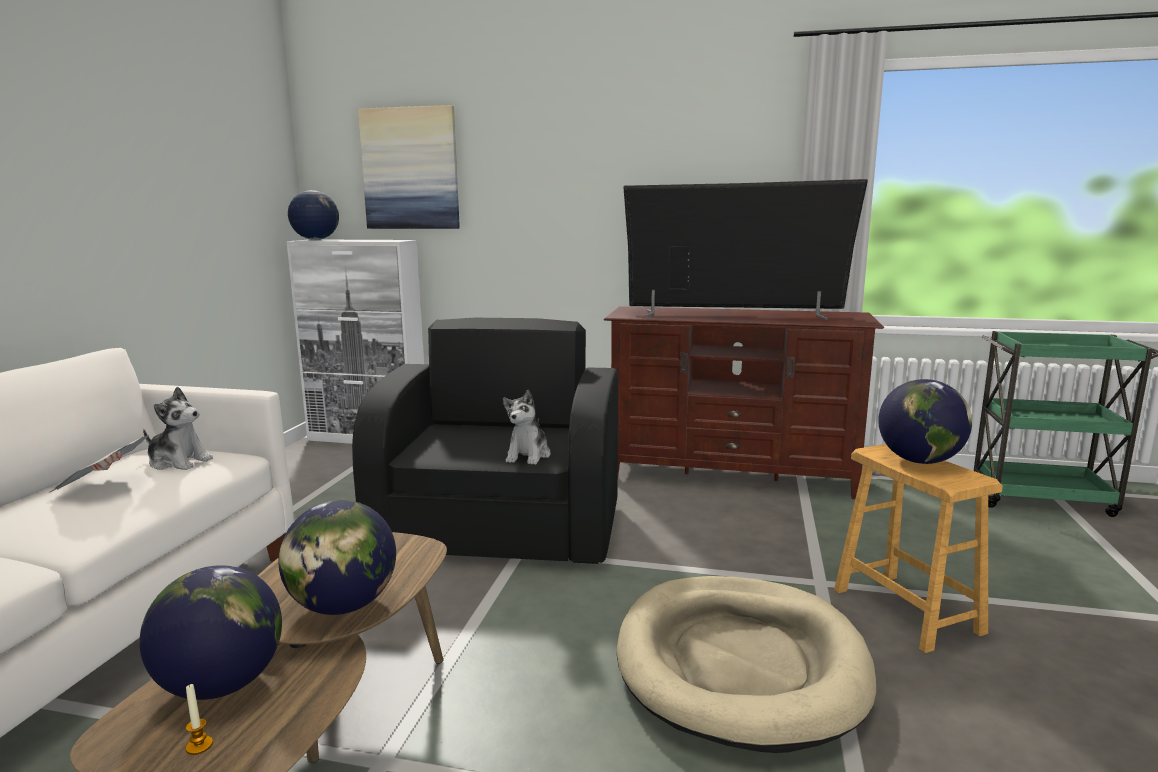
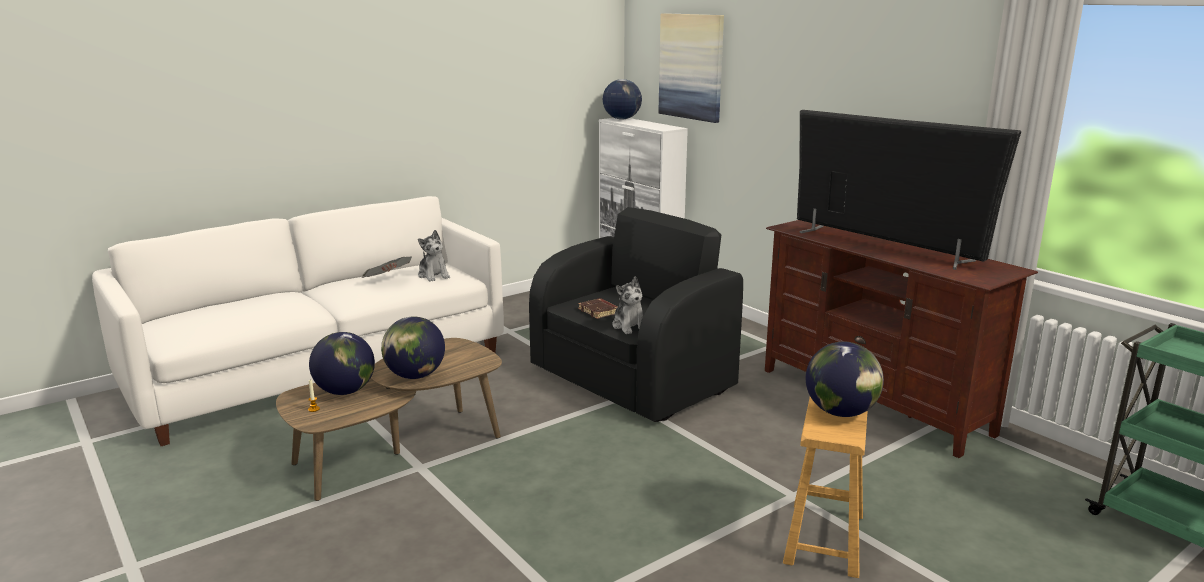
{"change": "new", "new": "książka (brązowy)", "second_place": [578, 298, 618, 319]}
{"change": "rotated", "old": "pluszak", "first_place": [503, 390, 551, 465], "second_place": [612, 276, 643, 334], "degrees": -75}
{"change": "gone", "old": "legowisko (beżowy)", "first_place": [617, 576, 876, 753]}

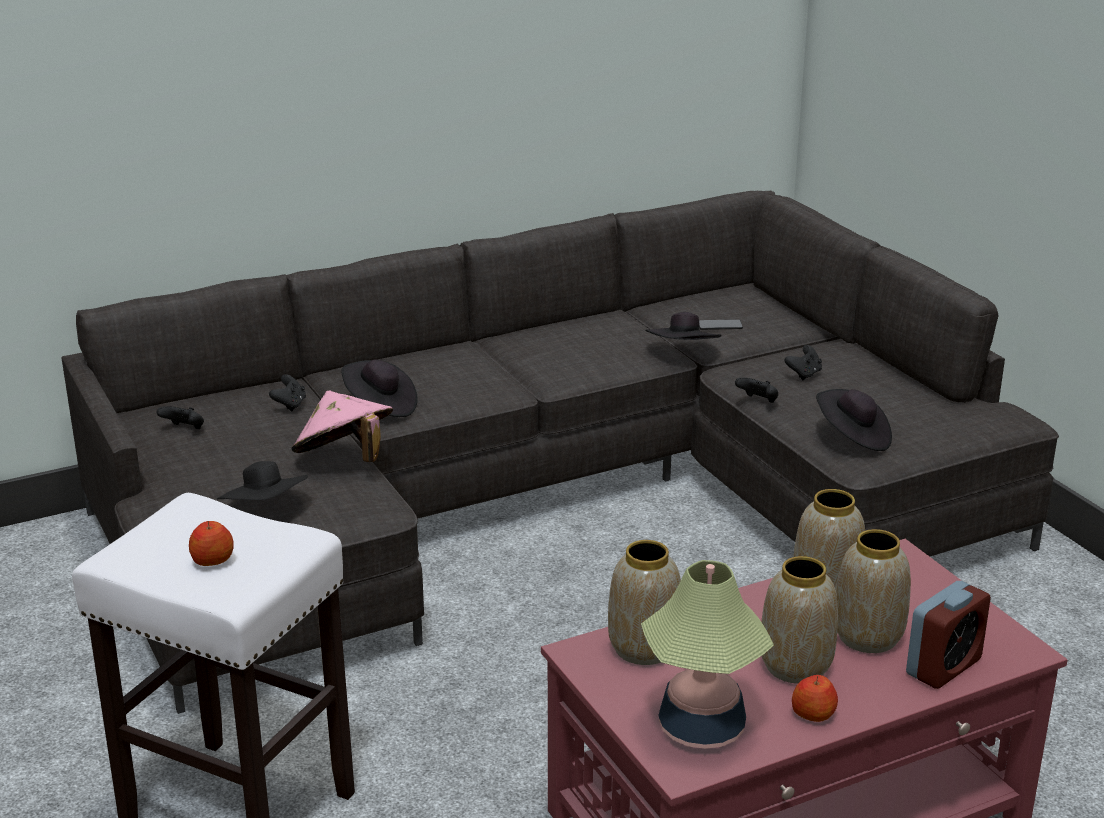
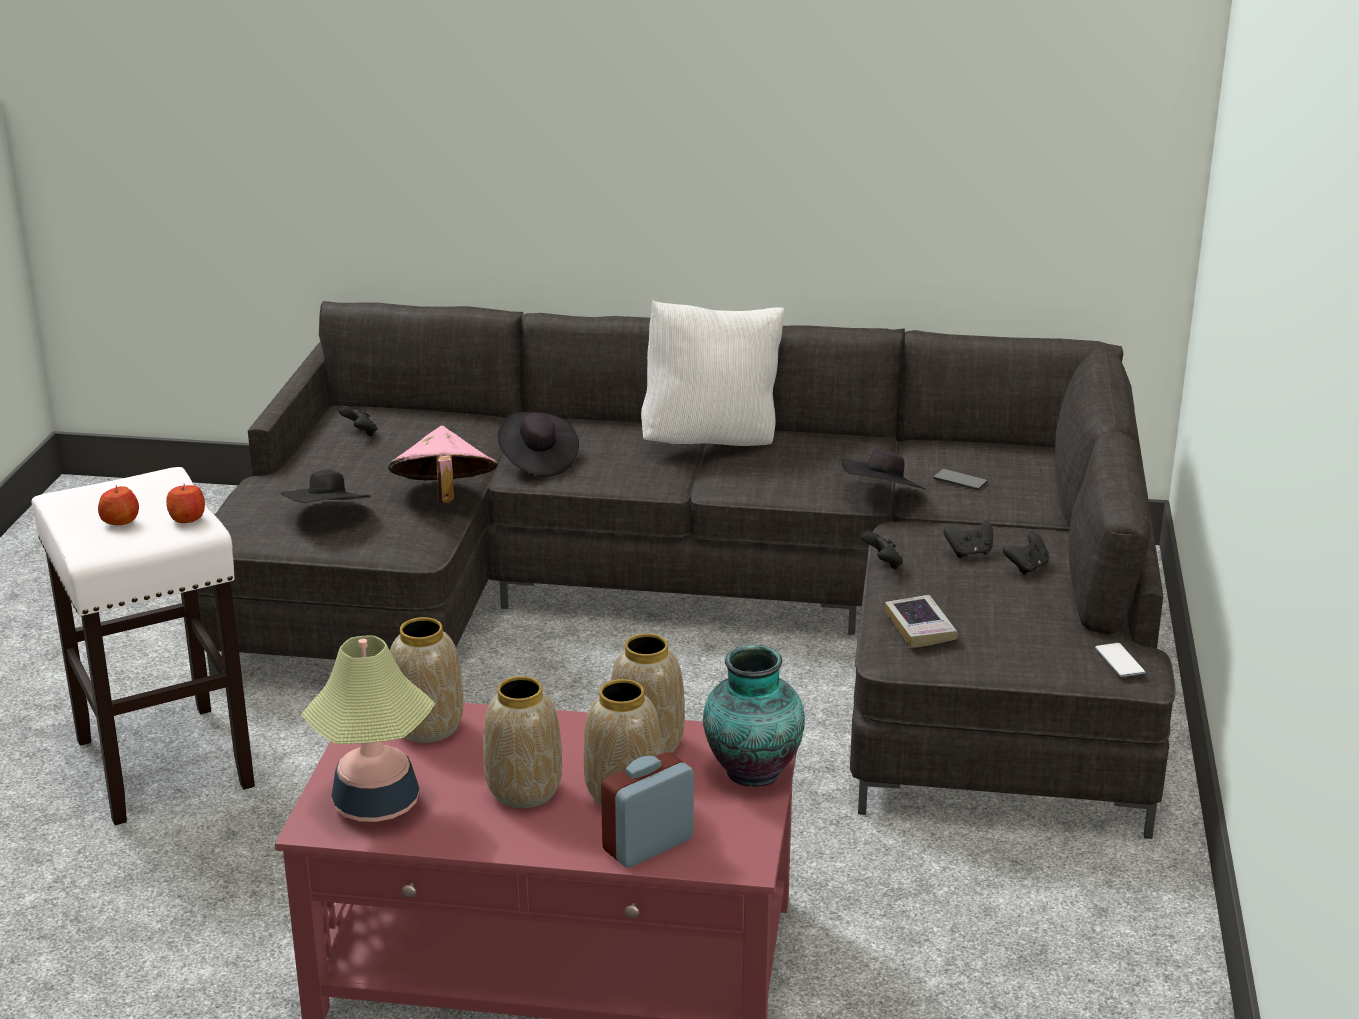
{"change": "shifted", "old": "jabłko", "first_place": [792, 675, 838, 722], "second_place": [166, 484, 205, 523]}
{"change": "rotated", "old": "budzik", "first_place": [906, 581, 991, 689], "second_place": [601, 752, 694, 867], "degrees": 150}
{"change": "new", "new": "poduszka (biały)", "second_place": [641, 301, 784, 446]}
{"change": "new", "new": "wazon", "second_place": [703, 645, 805, 787]}
{"change": "swapped", "old": "kapelusz (czarny)", "new": "książka", "first_place": [816, 389, 892, 451], "second_place": [885, 595, 957, 648]}
{"change": "shifted", "old": "pad do gier (czarny)", "first_place": [269, 374, 306, 411], "second_place": [1003, 532, 1049, 575]}
{"change": "new", "new": "telefon", "second_place": [1095, 643, 1146, 677]}

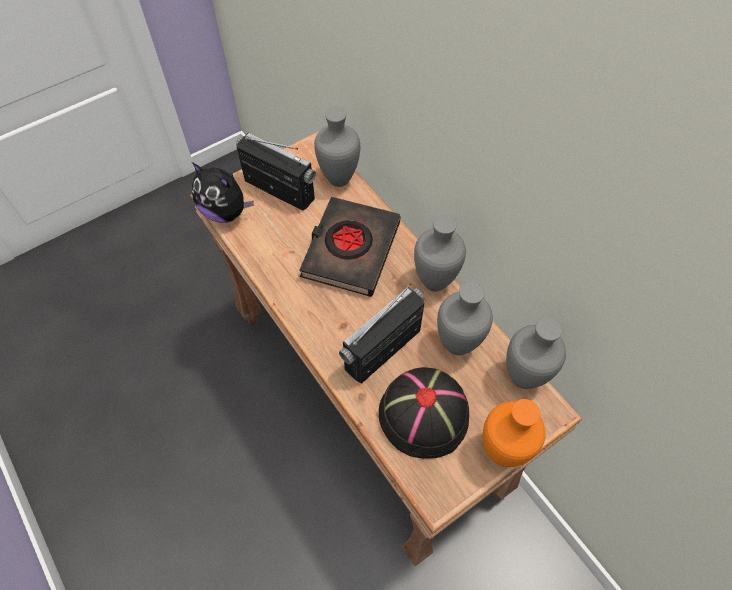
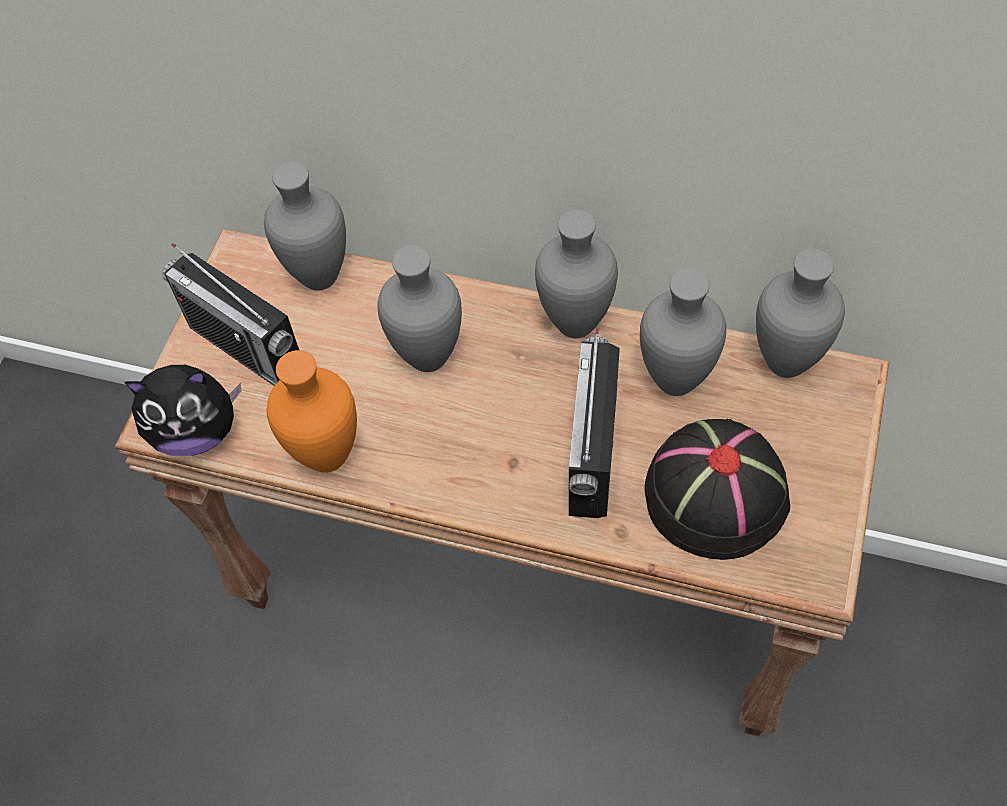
{"change": "rotated", "old": "radio", "first_place": [236, 133, 316, 211], "second_place": [162, 243, 299, 386], "degrees": -135}
{"change": "shifted", "old": "wazon (pomarańczowy)", "first_place": [483, 399, 546, 467], "second_place": [266, 350, 357, 473]}
{"change": "swapped", "old": "książka (czarny)", "new": "wazon (szary)", "first_place": [299, 197, 401, 297], "second_place": [377, 245, 462, 372]}

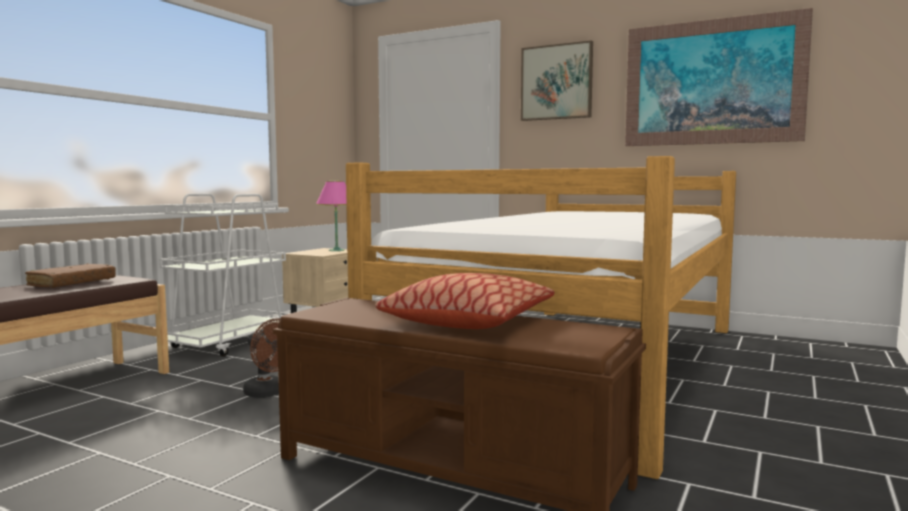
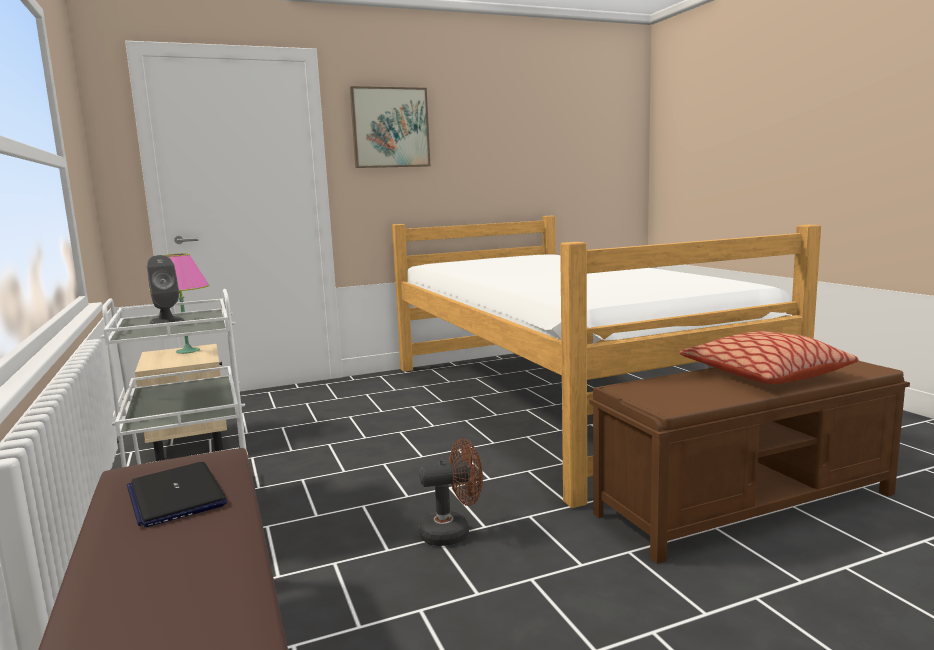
{"change": "swapped", "old": "książka (brązowy)", "new": "laptop", "first_place": [25, 263, 116, 288], "second_place": [127, 462, 228, 527]}
{"change": "new", "new": "głośnik (szary)", "second_place": [147, 255, 184, 324]}
{"change": "gone", "old": "obraz", "first_place": [625, 8, 813, 146]}

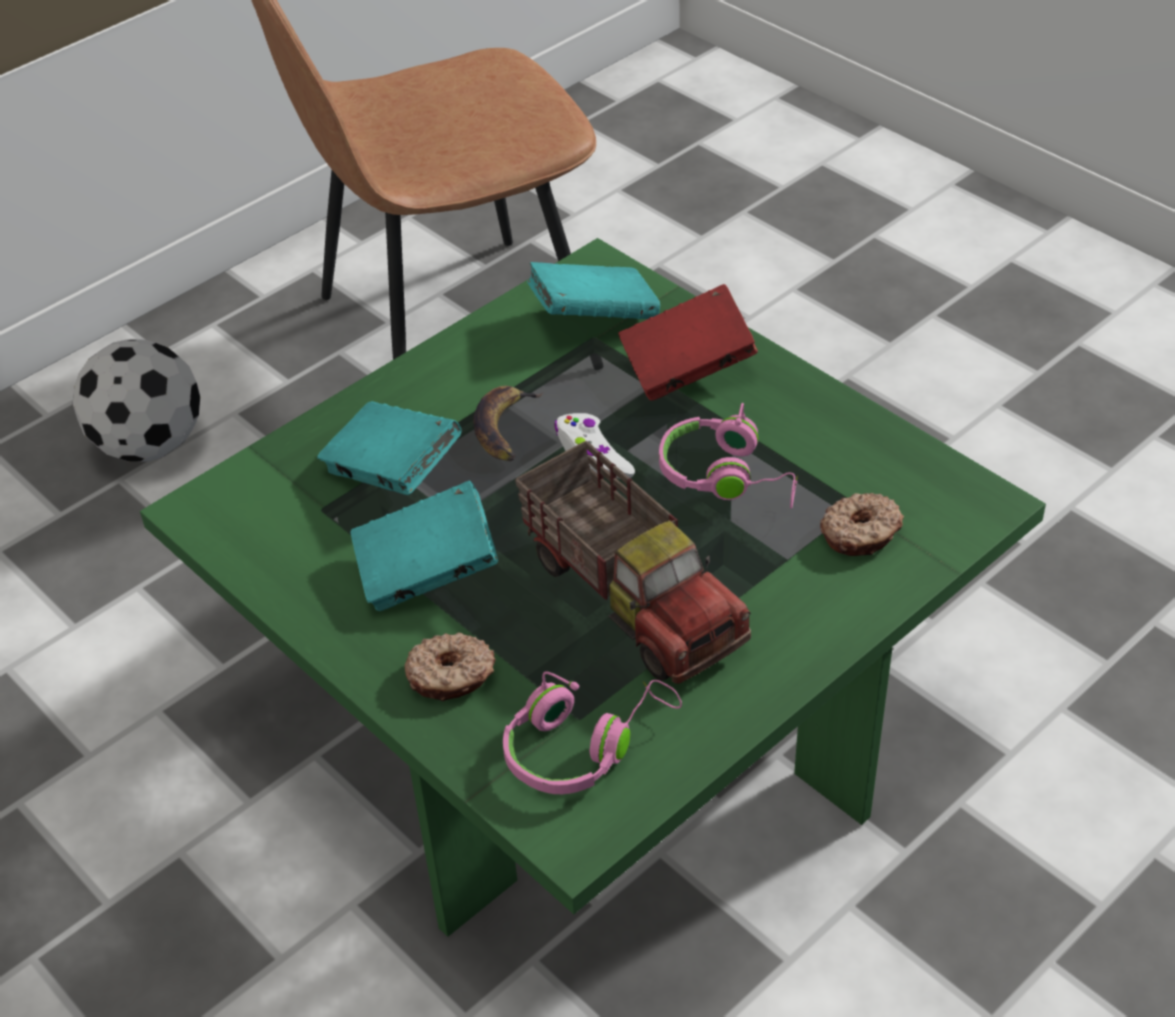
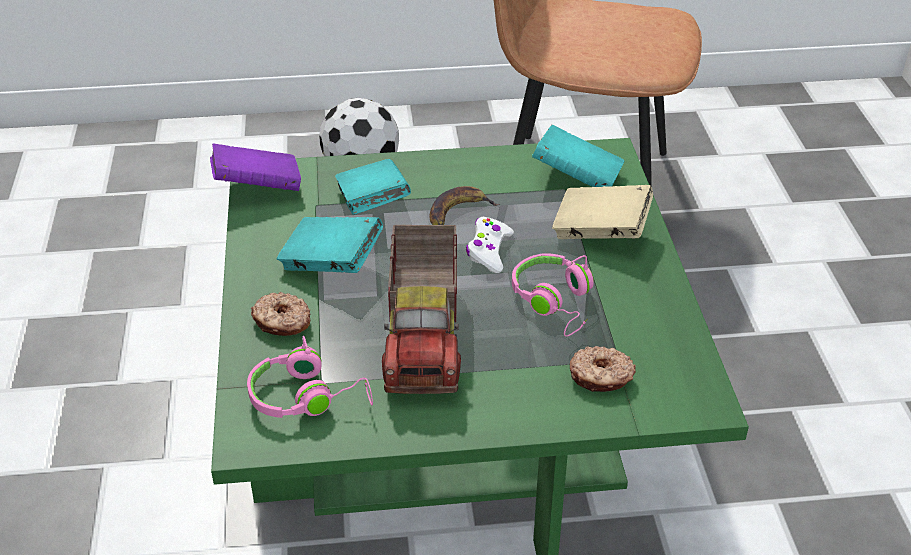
{"change": "new", "new": "książka (fioletowy)", "second_place": [210, 144, 301, 191]}
{"change": "repainted", "old": "książka (czerwony)", "new": "książka (beżowy)", "first_place": [618, 284, 758, 401], "second_place": [552, 185, 653, 239]}

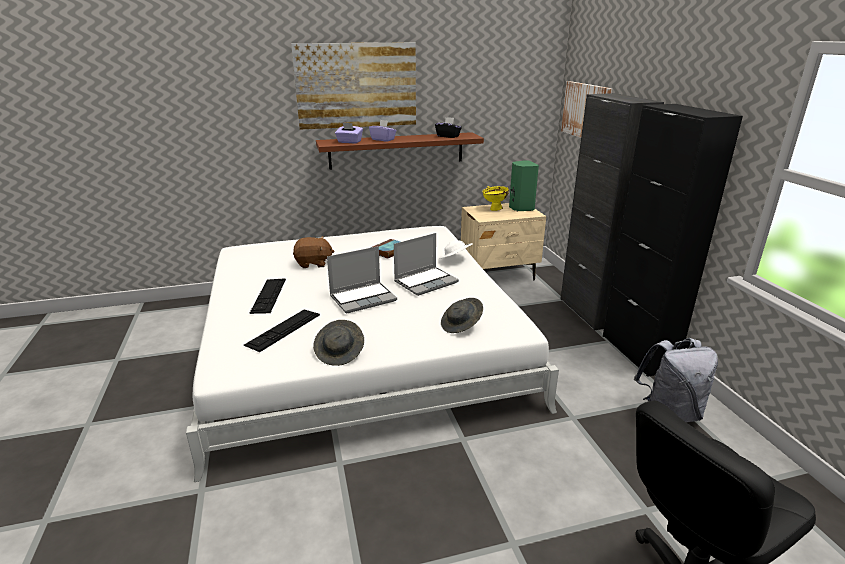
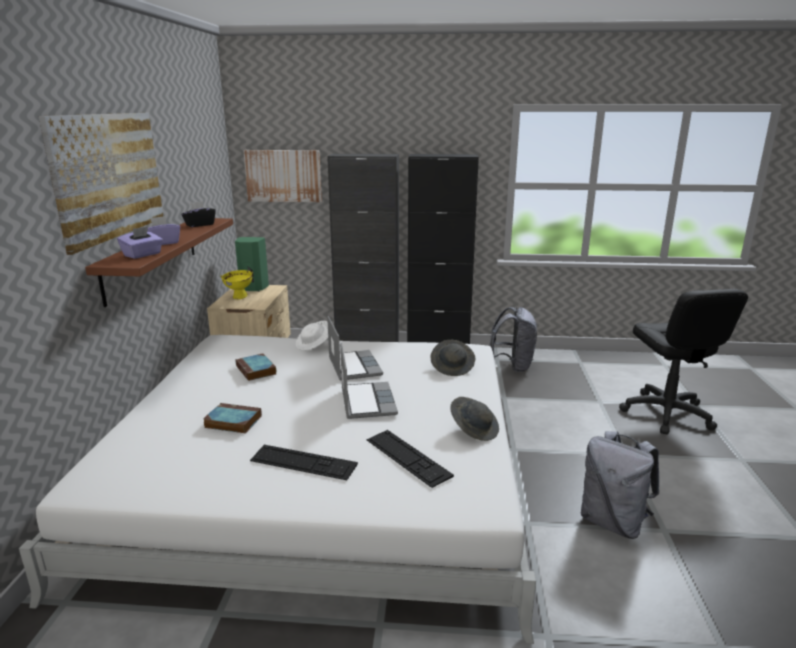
{"change": "swapped", "old": "pluszak (brązowy)", "new": "książka", "first_place": [293, 236, 334, 268], "second_place": [203, 403, 262, 433]}
{"change": "new", "new": "plecak (szary)", "second_place": [581, 431, 659, 539]}

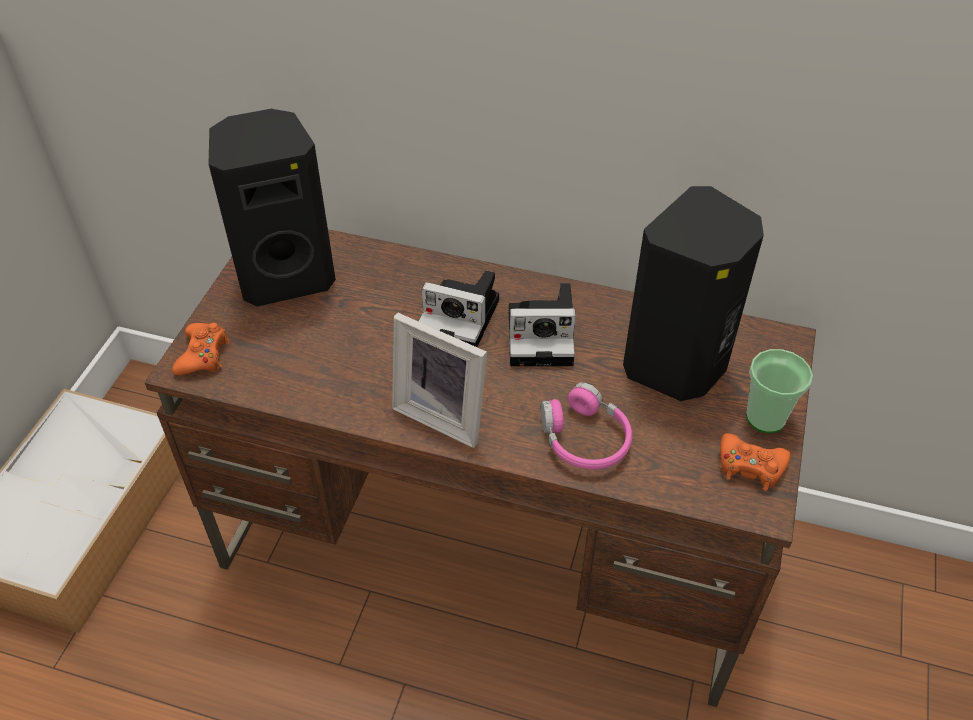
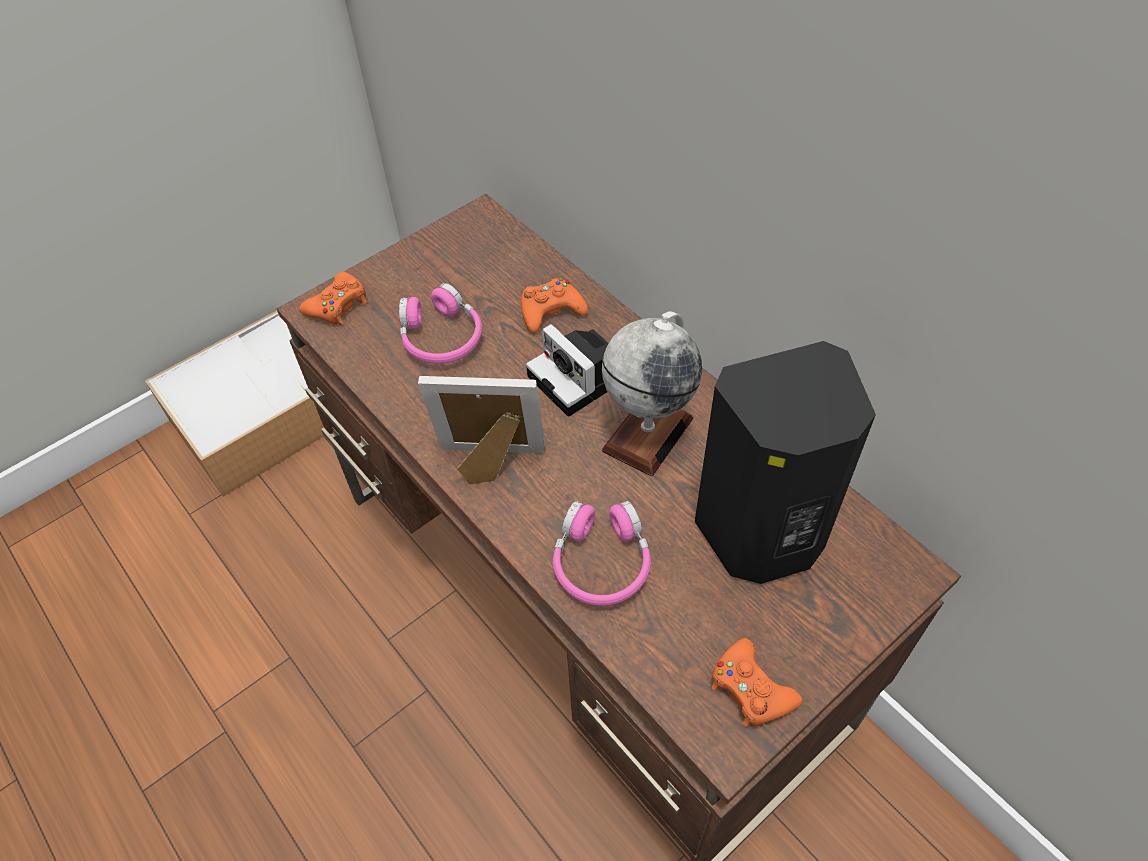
{"change": "new", "new": "słuchawki (różowy)", "second_place": [399, 283, 482, 364]}
{"change": "rotated", "old": "ramka na zdjęcie", "first_place": [392, 313, 487, 448], "second_place": [418, 376, 545, 485], "degrees": 120}
{"change": "new", "new": "pad do gier (pomarańczowy)", "second_place": [521, 278, 588, 333]}
{"change": "swapped", "old": "aparat fotograficzny", "new": "globus", "first_place": [509, 283, 576, 366], "second_place": [602, 311, 702, 476]}
{"change": "gone", "old": "głośnik (czarny)", "first_place": [209, 109, 336, 306]}
{"change": "gone", "old": "filiżanka", "first_place": [746, 349, 813, 433]}

